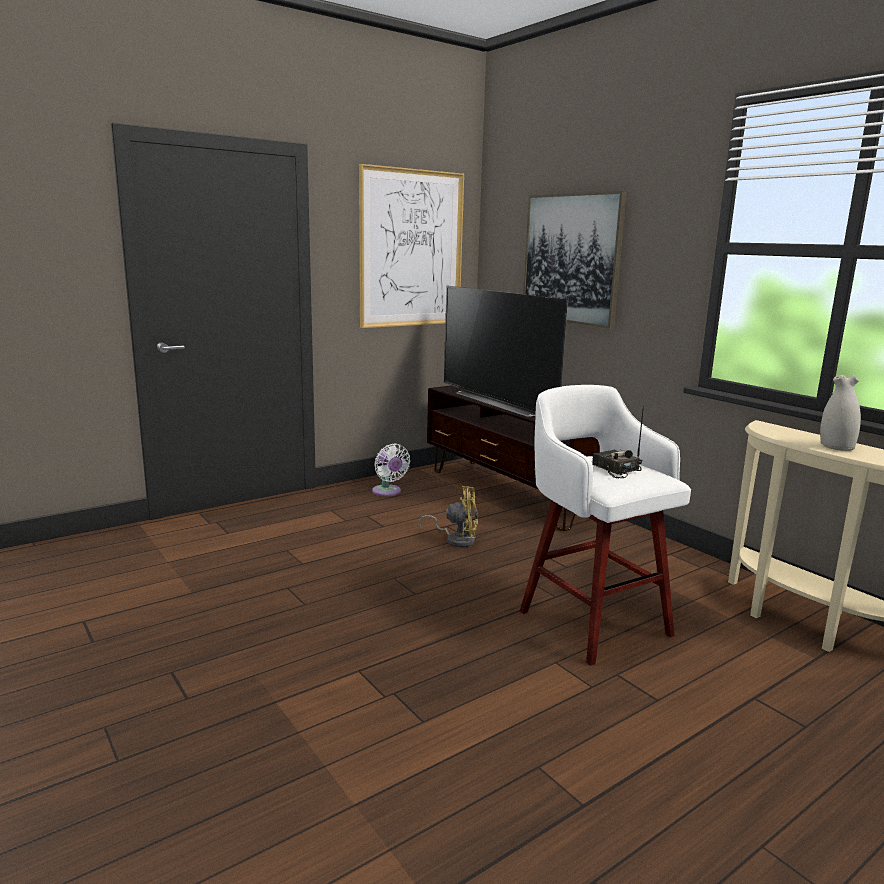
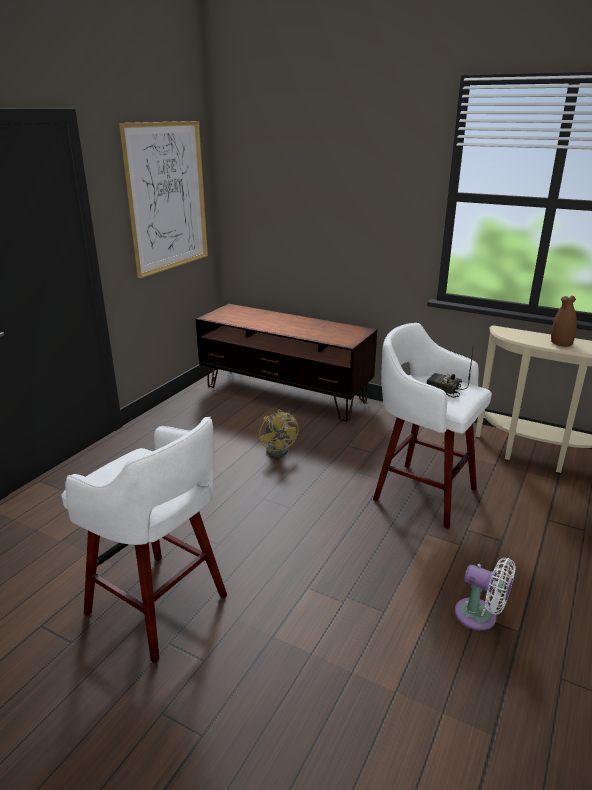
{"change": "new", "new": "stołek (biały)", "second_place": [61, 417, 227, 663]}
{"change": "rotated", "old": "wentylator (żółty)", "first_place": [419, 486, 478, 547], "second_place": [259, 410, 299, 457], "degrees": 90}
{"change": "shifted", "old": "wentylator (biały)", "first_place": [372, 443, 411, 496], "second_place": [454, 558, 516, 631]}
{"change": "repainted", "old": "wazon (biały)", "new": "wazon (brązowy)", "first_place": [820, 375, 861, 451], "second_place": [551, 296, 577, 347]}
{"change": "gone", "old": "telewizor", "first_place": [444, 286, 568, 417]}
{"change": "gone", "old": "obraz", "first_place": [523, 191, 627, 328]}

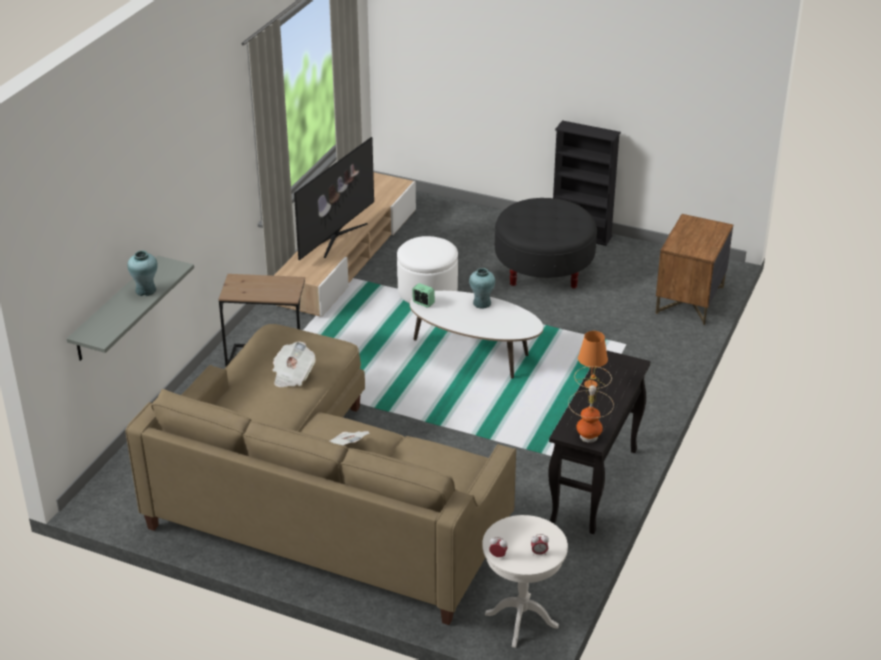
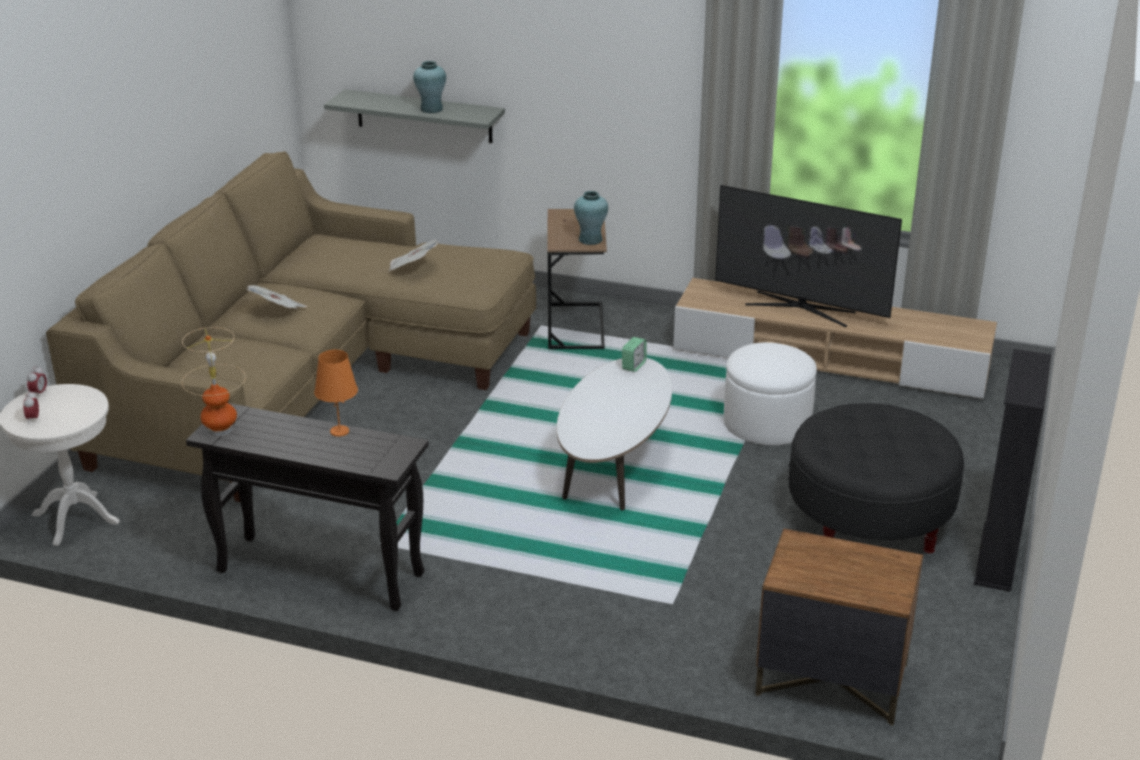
{"change": "shifted", "old": "wazon (turkusowy)", "first_place": [469, 268, 495, 309], "second_place": [574, 191, 608, 245]}

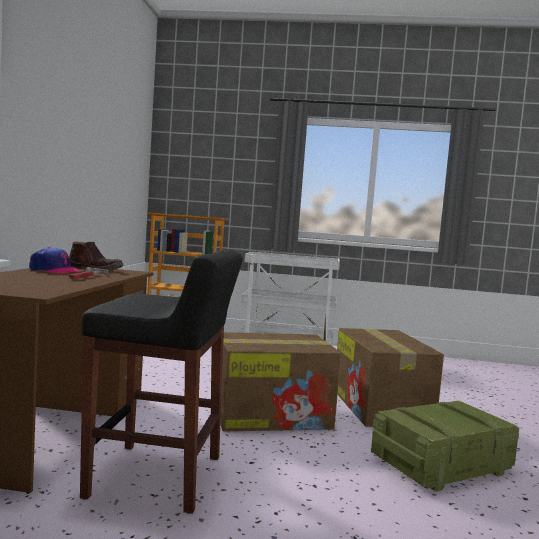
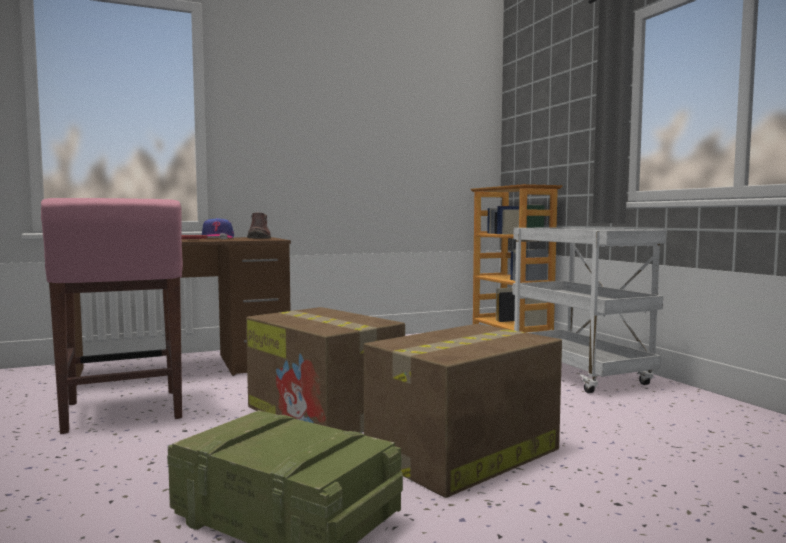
{"change": "repainted", "old": "stołek (czarny)", "new": "stołek (różowy)", "first_place": [80, 250, 243, 514], "second_place": [41, 198, 183, 434]}

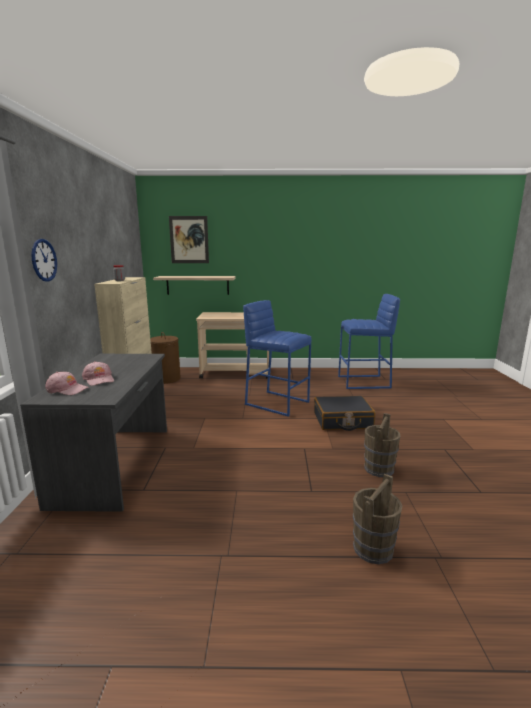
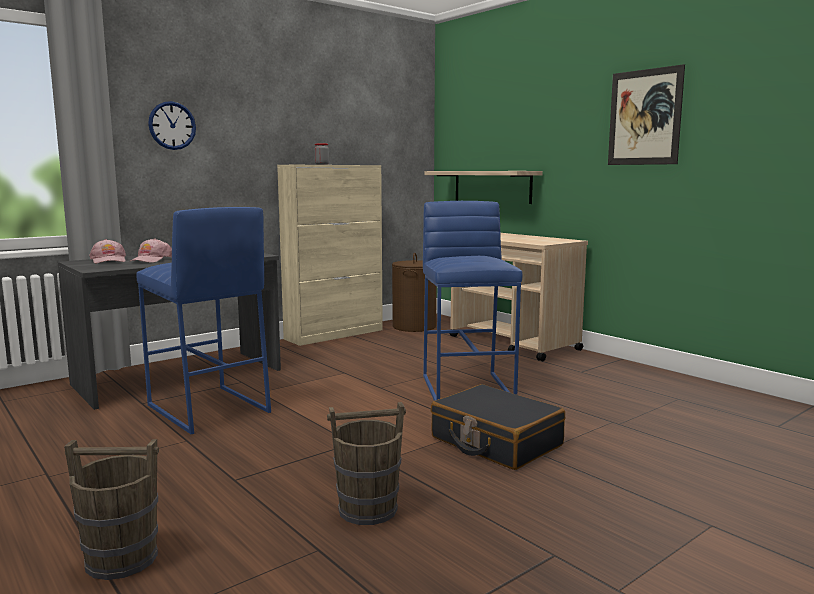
{"change": "shifted", "old": "stołek (niebieski)", "first_place": [338, 294, 400, 389], "second_place": [136, 207, 271, 434]}
{"change": "shifted", "old": "obraz", "first_place": [169, 216, 209, 263], "second_place": [608, 64, 685, 165]}

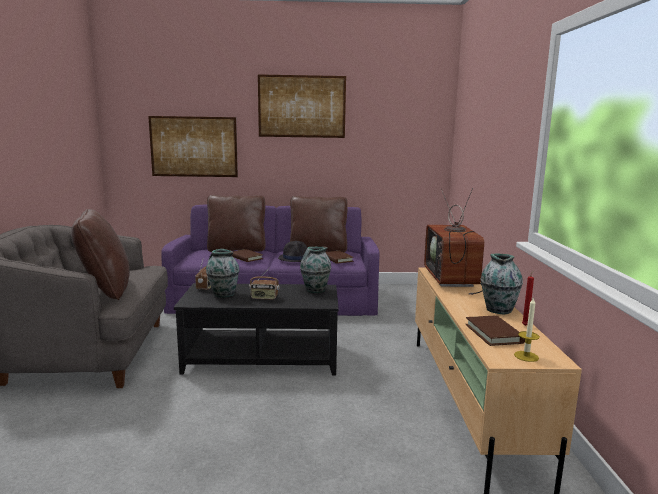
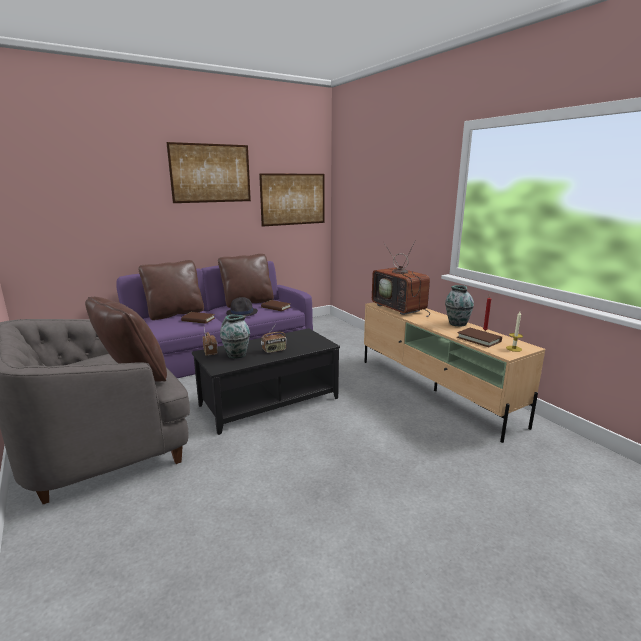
{"change": "shifted", "old": "obraz", "first_place": [148, 116, 238, 177], "second_place": [259, 173, 325, 227]}
{"change": "gone", "old": "wazon", "first_place": [300, 247, 331, 293]}

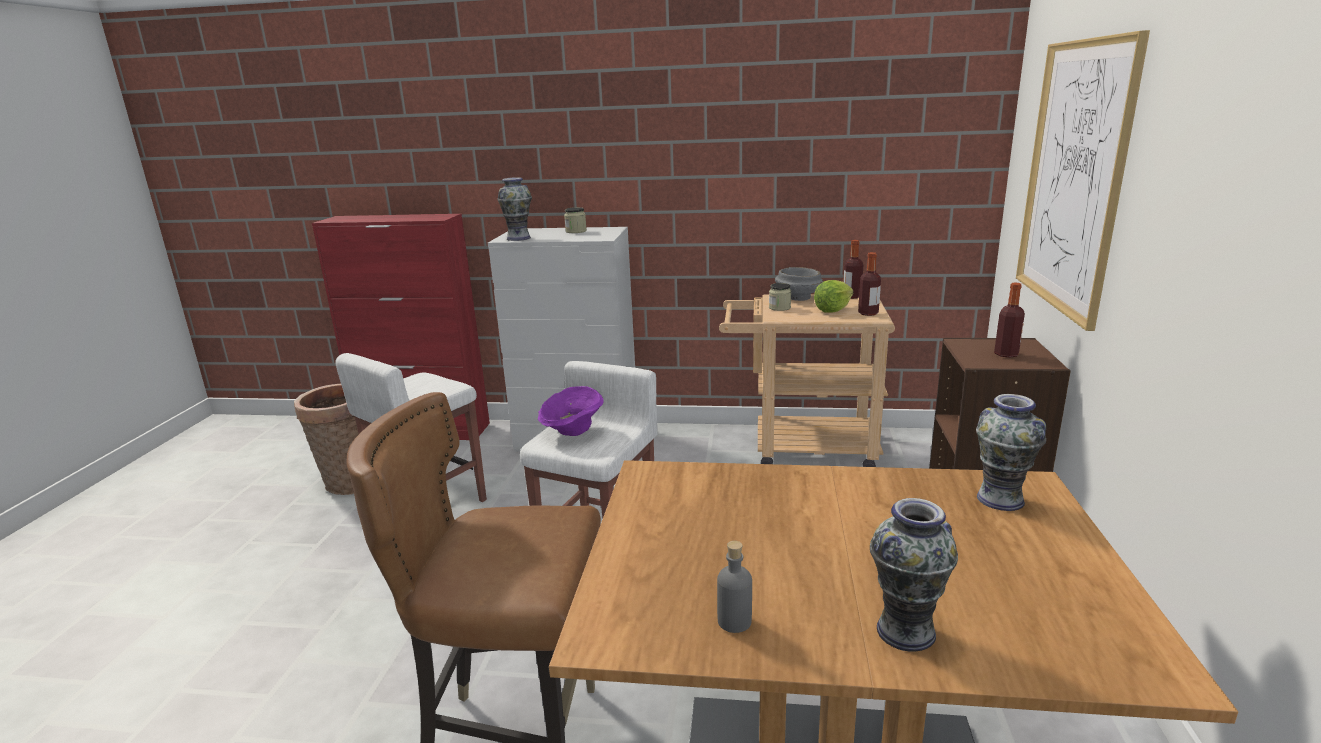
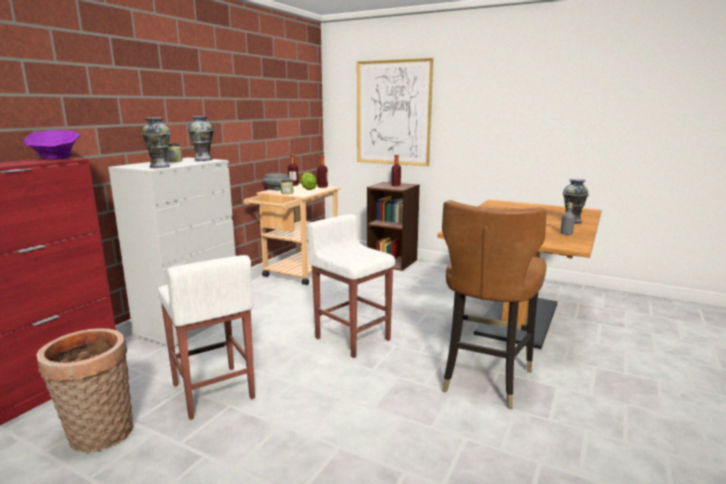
{"change": "shifted", "old": "miska (fioletowy)", "first_place": [538, 386, 604, 436], "second_place": [24, 130, 81, 160]}
{"change": "shifted", "old": "wazon", "first_place": [976, 394, 1046, 511], "second_place": [188, 116, 214, 161]}

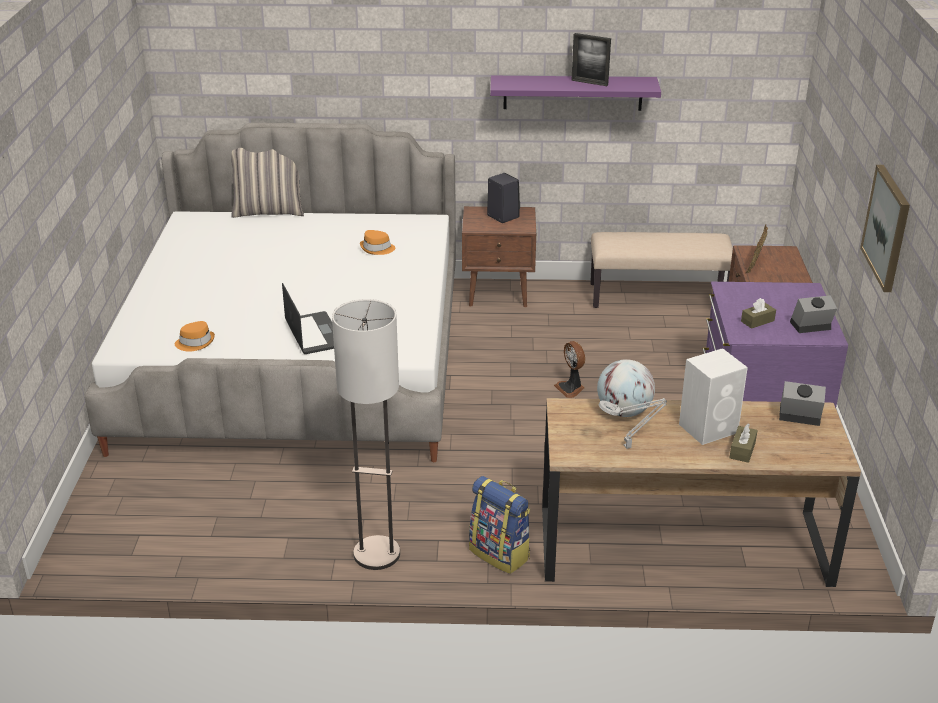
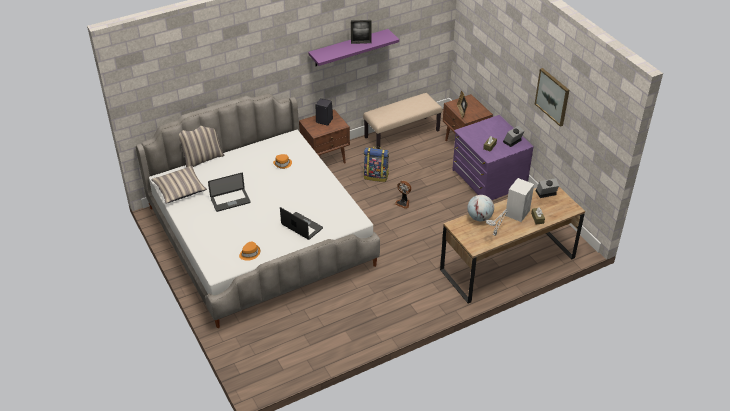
{"change": "new", "new": "poduszka", "second_place": [151, 166, 207, 204]}
{"change": "new", "new": "laptop", "second_place": [208, 173, 251, 212]}
{"change": "shifted", "old": "plecak", "first_place": [469, 476, 530, 574], "second_place": [364, 147, 389, 182]}
{"change": "gone", "old": "lampa stojąca", "first_place": [332, 299, 400, 570]}

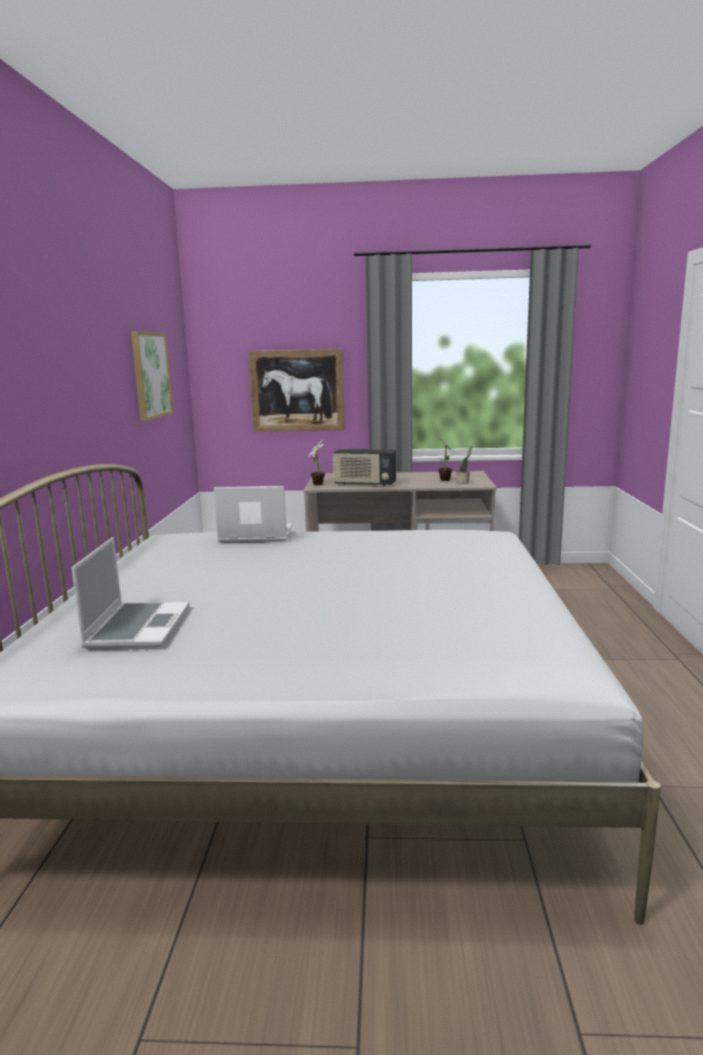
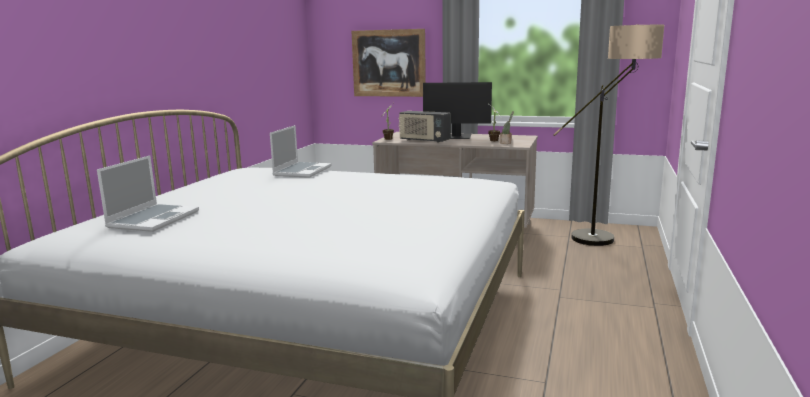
{"change": "rotated", "old": "laptop", "first_place": [214, 486, 292, 542], "second_place": [270, 125, 332, 178], "degrees": 90}
{"change": "new", "new": "monitor", "second_place": [423, 82, 492, 139]}
{"change": "new", "new": "lampa stojąca", "second_place": [553, 25, 664, 246]}
{"change": "gone", "old": "obraz", "first_place": [131, 331, 173, 421]}

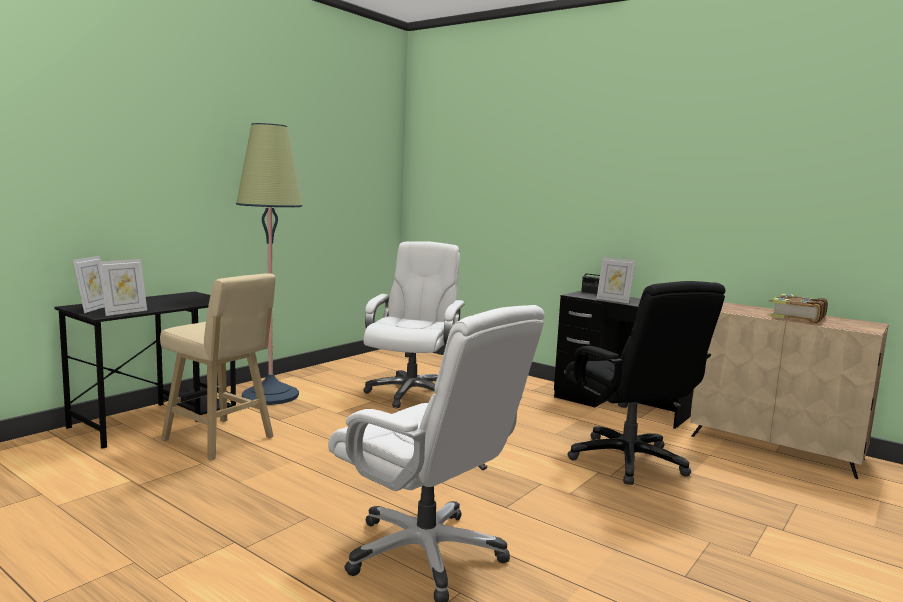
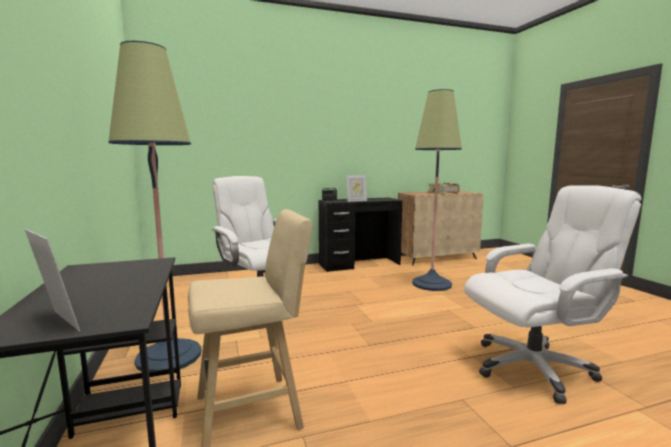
{"change": "swapped", "old": "krzesło biurowe (czarny)", "new": "lampa stojąca", "first_place": [565, 281, 726, 485], "second_place": [412, 89, 462, 291]}
{"change": "gone", "old": "ramka na zdjęcie", "first_place": [99, 259, 147, 316]}

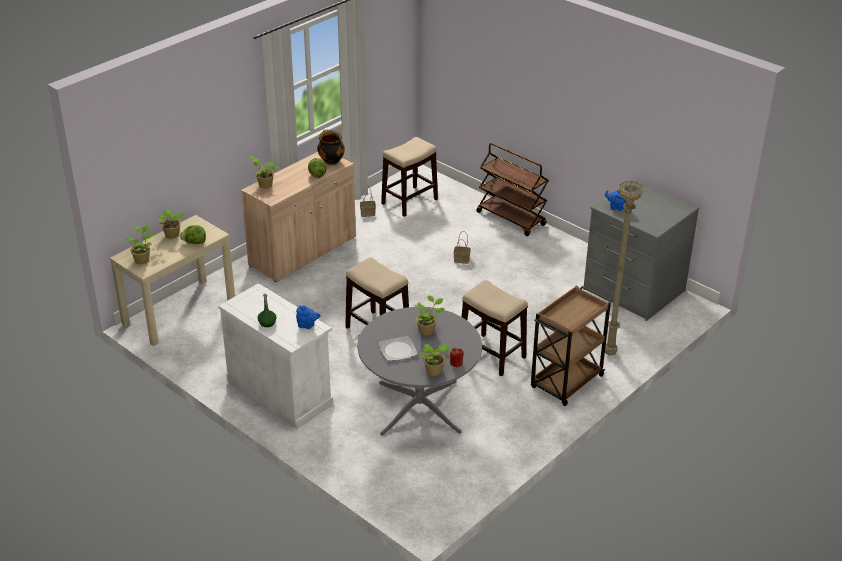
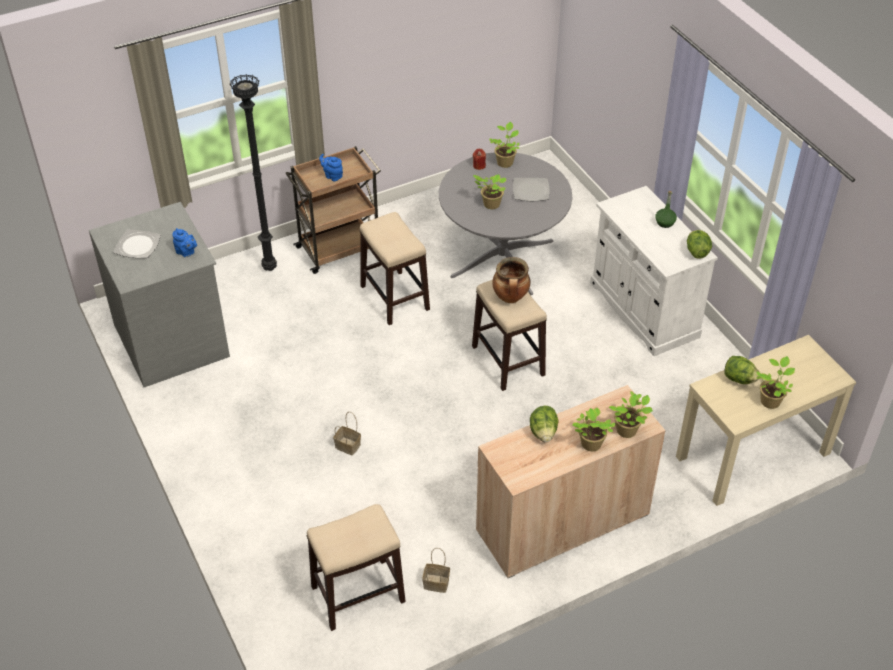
{"change": "new", "new": "talerz", "second_place": [113, 229, 161, 258]}
{"change": "repainted", "old": "lampa stojąca (beżowy)", "new": "lampa stojąca (czarny)", "first_place": [605, 180, 644, 356], "second_place": [230, 74, 277, 271]}
{"change": "shifted", "old": "imbryk (niebieski)", "first_place": [296, 305, 321, 329], "second_place": [319, 154, 343, 181]}
{"change": "shifted", "old": "garnek", "first_place": [317, 129, 345, 165], "second_place": [492, 257, 531, 303]}
{"change": "shifted", "old": "roślina doniczkowa", "first_place": [125, 225, 153, 264], "second_place": [572, 407, 616, 451]}
{"change": "new", "new": "sałata", "second_place": [687, 230, 712, 259]}
{"change": "gone", "old": "wózek (brązowy)", "first_place": [476, 143, 549, 236]}

